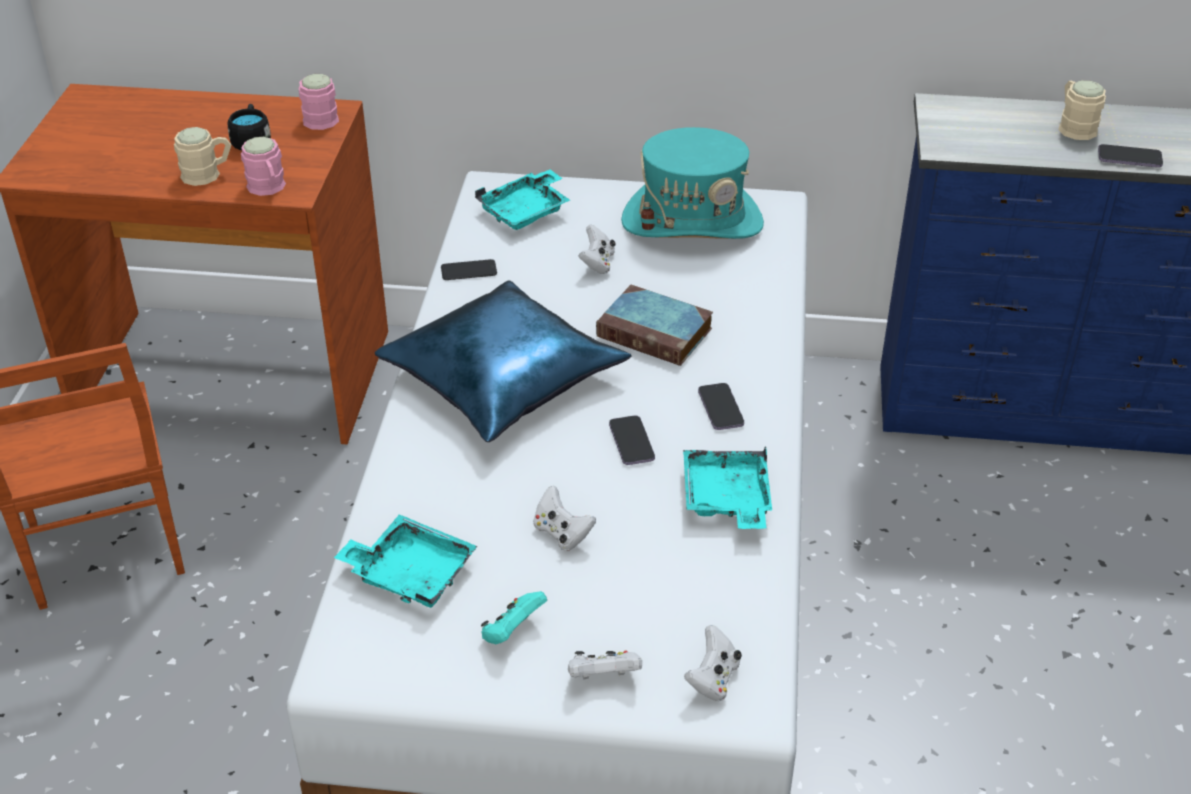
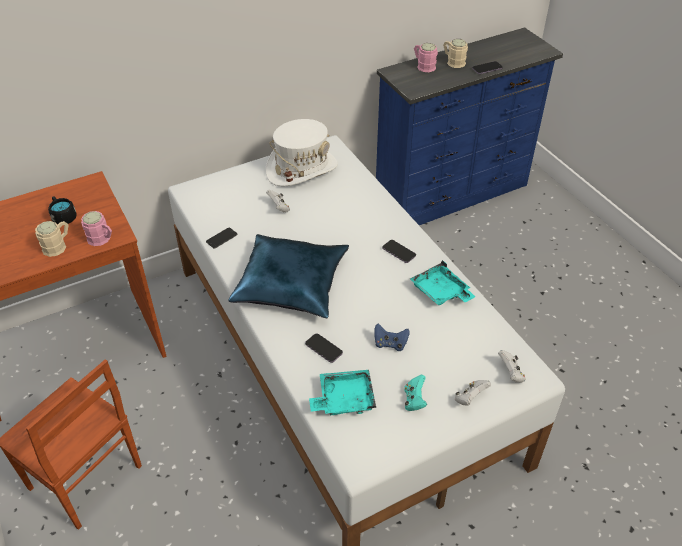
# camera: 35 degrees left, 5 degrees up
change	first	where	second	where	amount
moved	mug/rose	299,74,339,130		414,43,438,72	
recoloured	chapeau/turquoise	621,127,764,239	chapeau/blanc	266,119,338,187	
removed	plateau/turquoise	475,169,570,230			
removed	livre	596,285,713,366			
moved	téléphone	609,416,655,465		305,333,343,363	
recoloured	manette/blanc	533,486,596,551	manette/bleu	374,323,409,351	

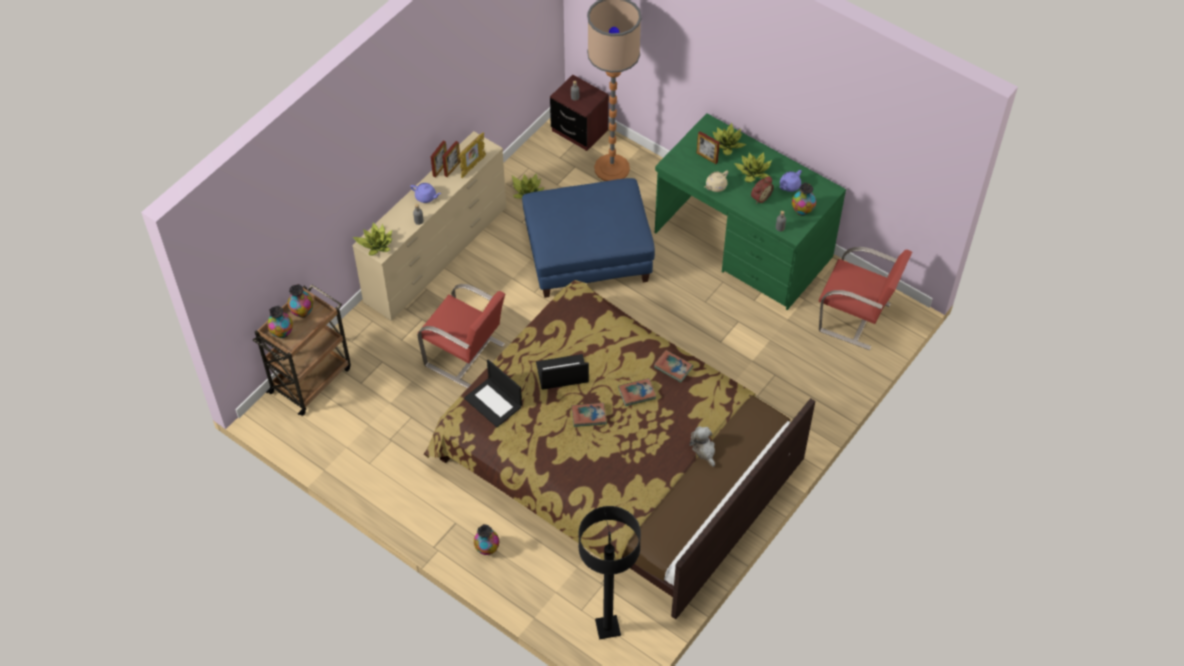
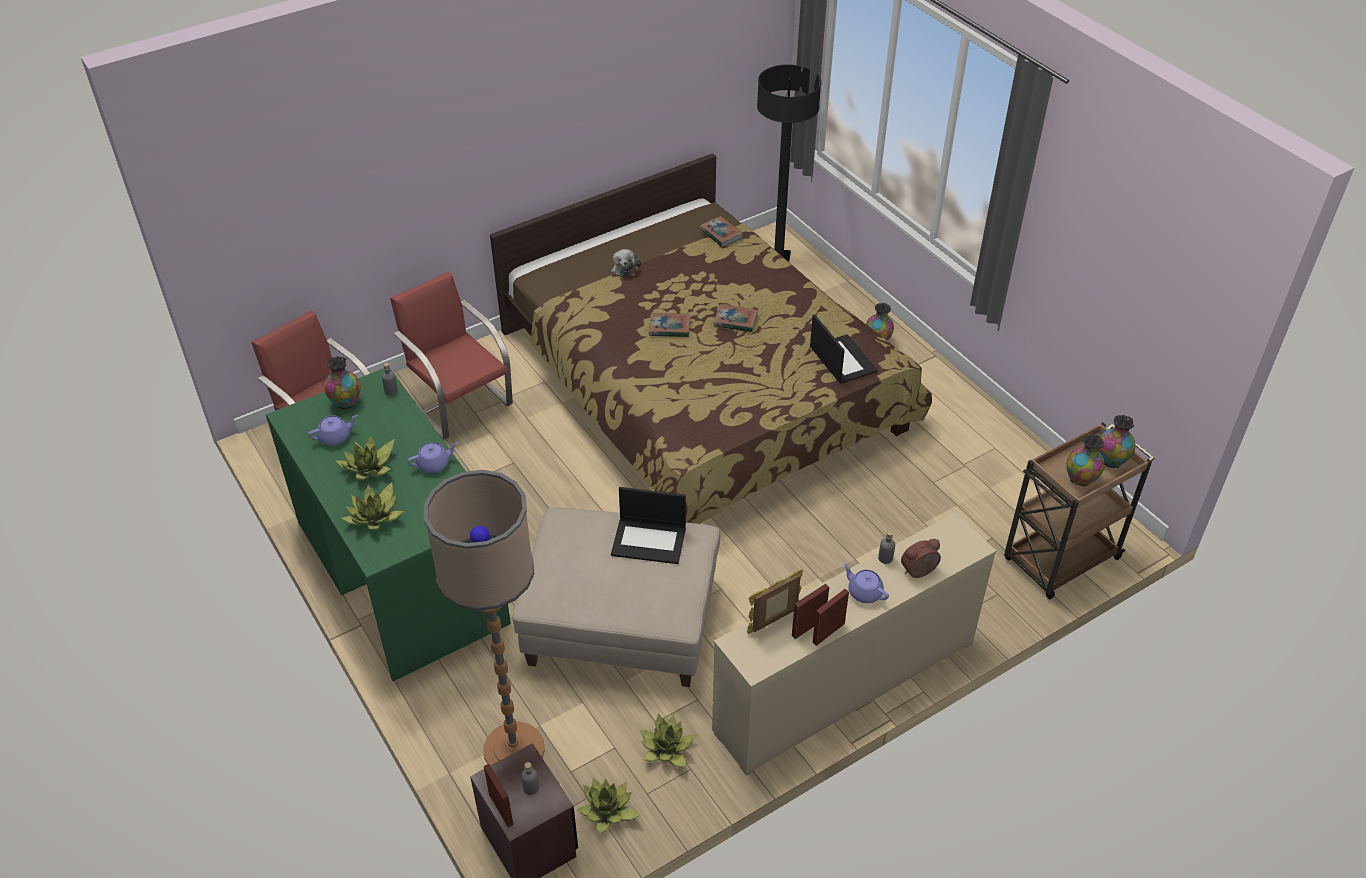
# camera: 160 degrees left, 10 degrees down
change	first	where	second	where	amount
moved	cadre photo	697,131,720,164		484,764,513,827	
recoloured	théière/beige	704,170,728,192	théière/violet	408,442,458,473	
moved	réveil	751,176,774,204		901,539,941,578	
recoloured	pouf/bleu	522,178,655,298	pouf/beige	512,507,720,687	
moved	plante en pot	353,222,392,256		577,778,641,833	
moved	chaise/rouge	417,284,505,388		390,272,513,439	
moved	livre	654,350,693,382		700,216,743,247	
moved	ordinateur portable	536,354,589,390		611,487,686,564	

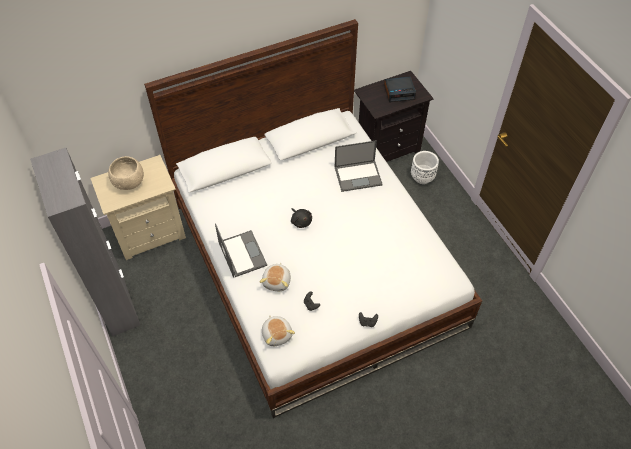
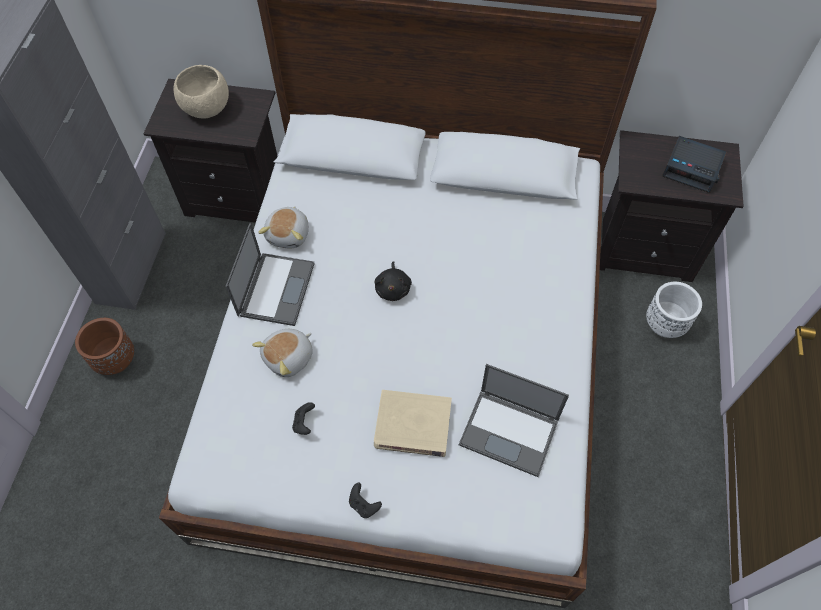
# camera: 35 degrees right, 5 degrees up
change	first	where	second	where	amount
moved	ordinateur portable	335,140,383,192		459,364,569,477	
recoloured	table de chevet/beige	90,155,186,260	table de chevet/noir	143,79,277,223	
moved	peluche	262,315,295,346		258,206,309,248	
added			cache-pot/marron	75,318,134,375	
added			livre/beige	374,390,452,457	

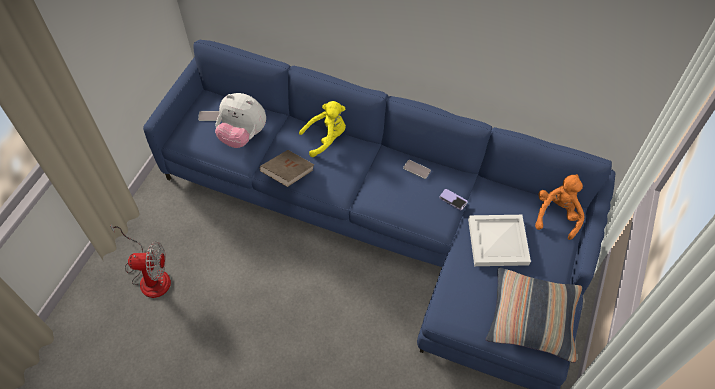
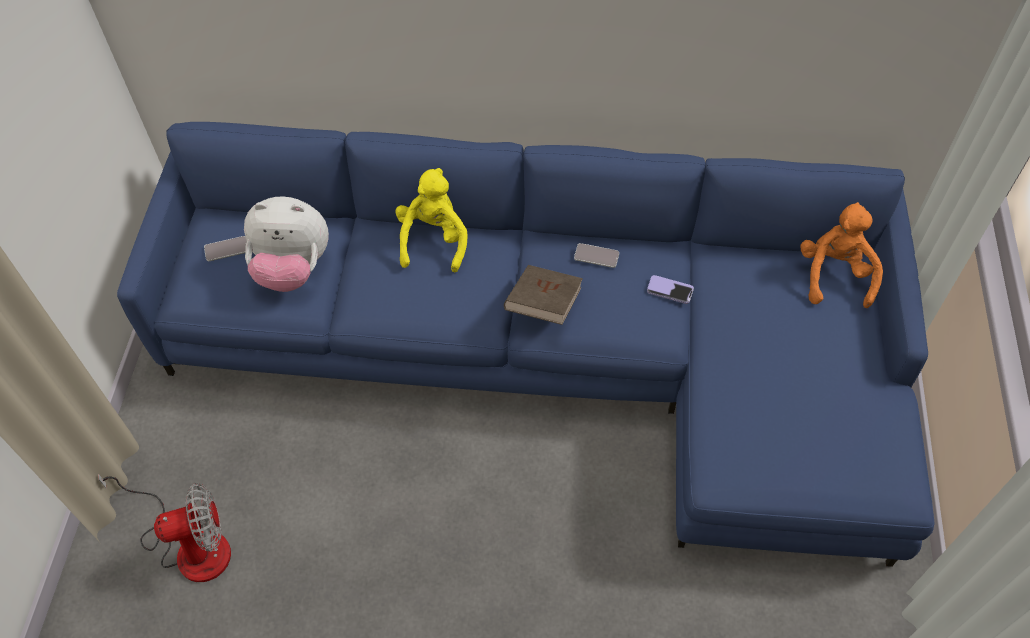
# camera: 15 degrees left, 0 degrees up
change	first	where	second	where	amount
turned	peluche/jaune	299,101,346,157		395,168,468,273	45 degrees counterclockwise
moved	livre/marron	260,150,314,187		504,265,583,325	
removed	plateau/blanc	468,215,531,266			
removed	coussin	486,267,582,363			

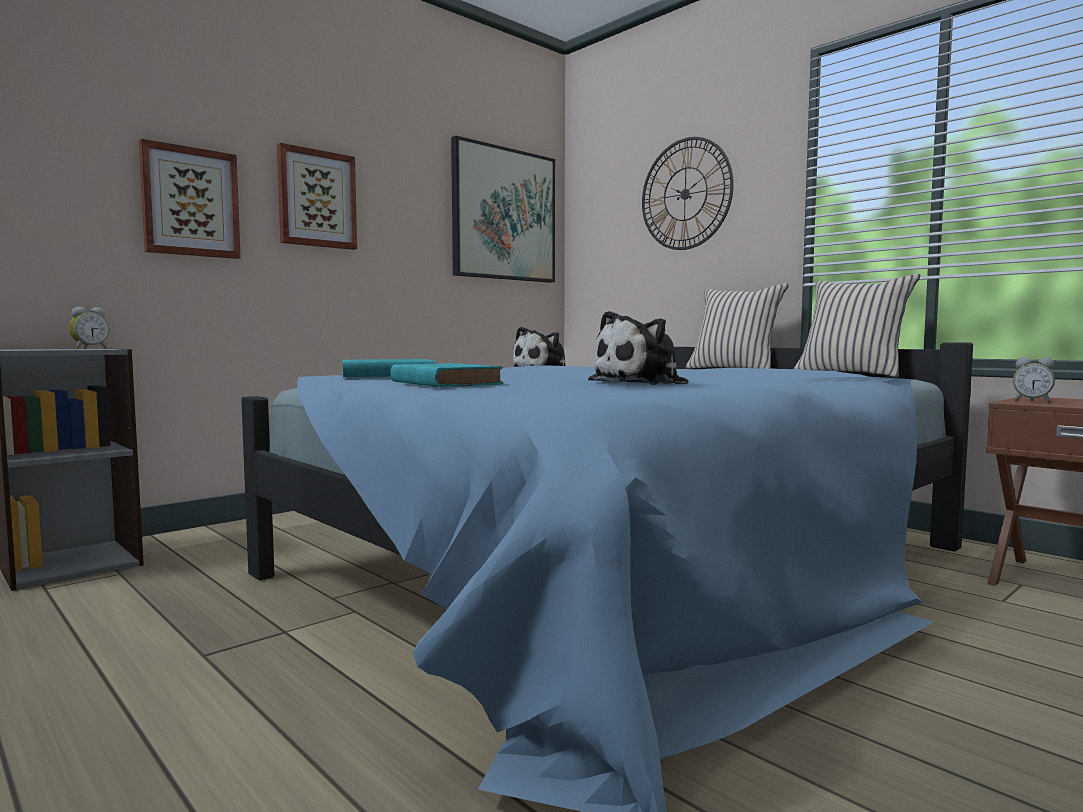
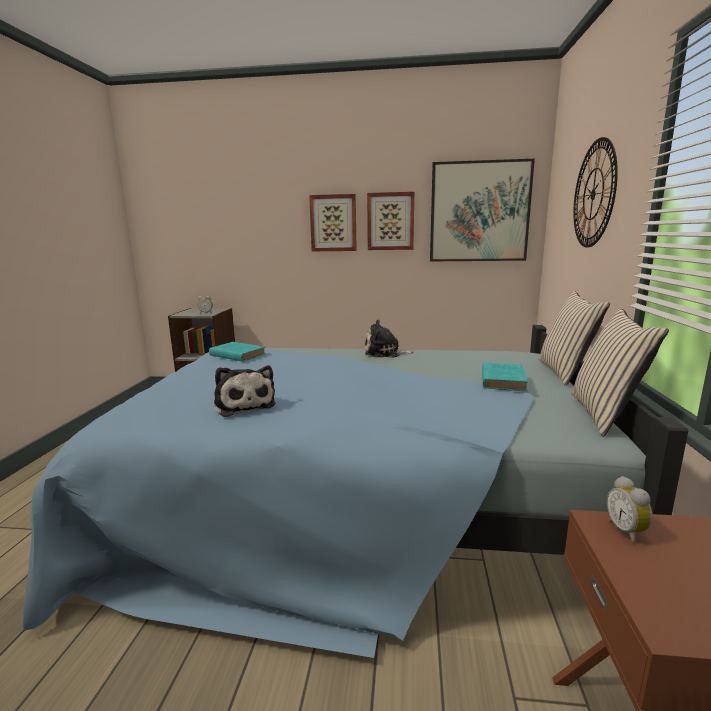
# camera: 50 degrees right, 10 degrees up
change	first	where	second	where	amount
moved	tableau	139,139,241,259		367,192,414,250	
turned	peluche	588,311,689,385		214,365,276,417	135 degrees counterclockwise
moved	livre/turquoise	391,363,503,387		482,362,528,391	

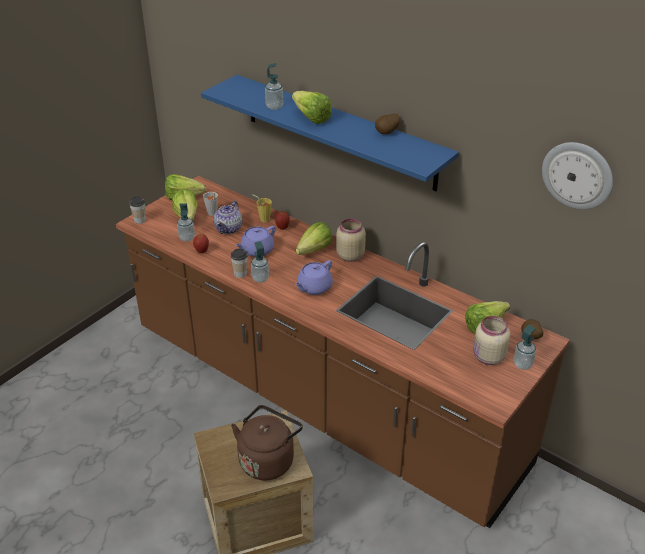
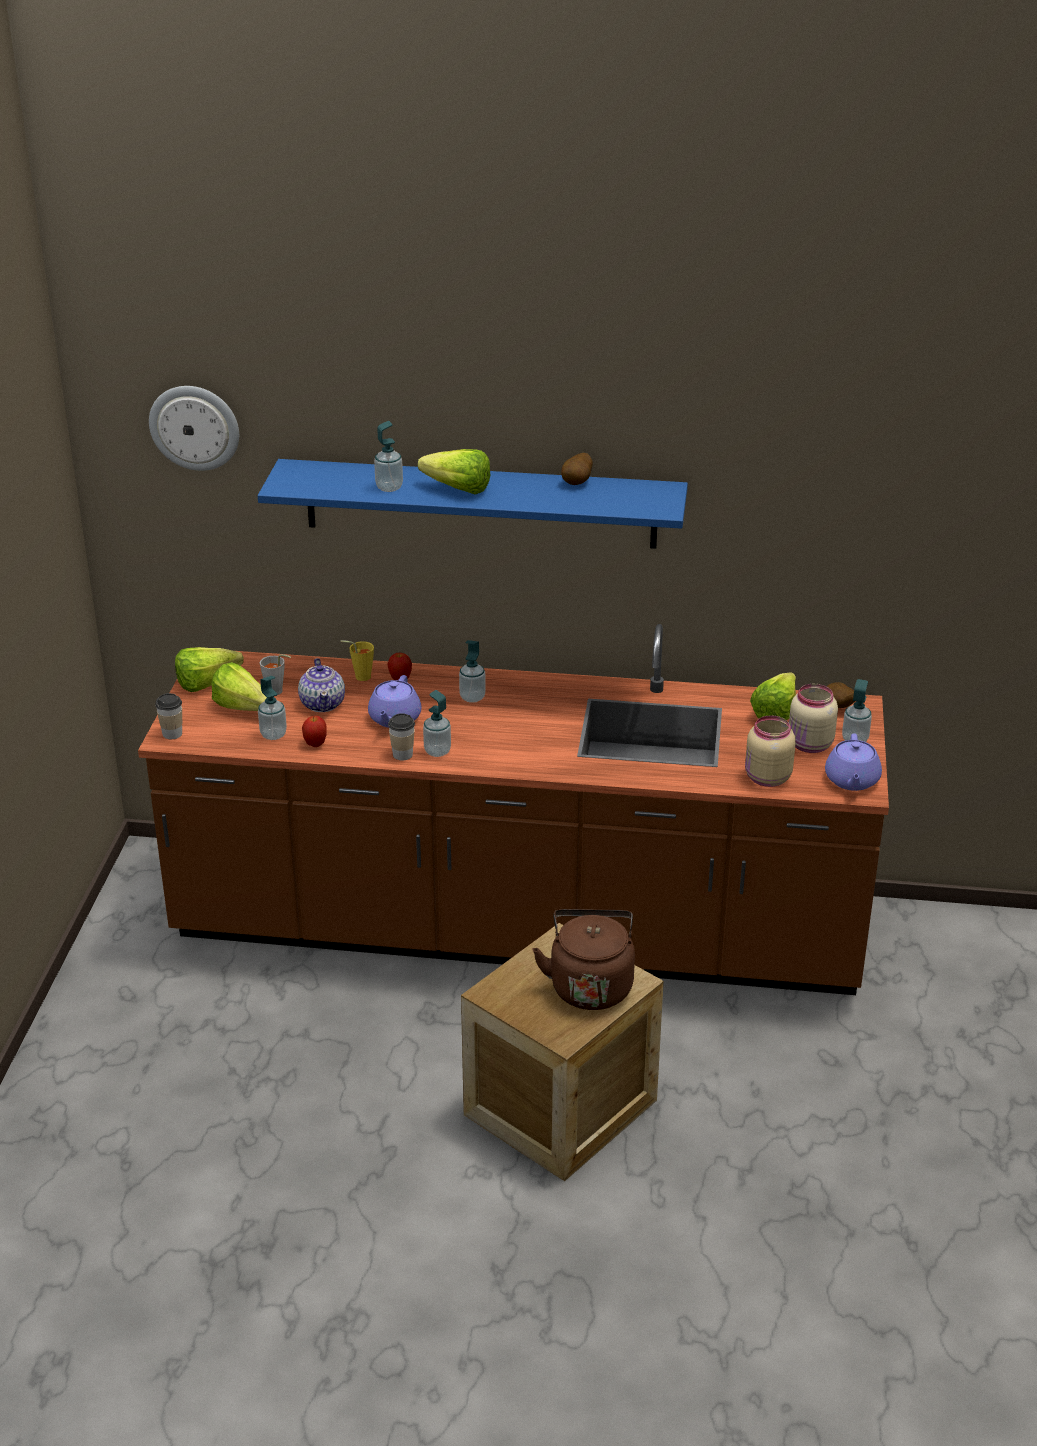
# camera: 30 degrees left, 5 degrees down
change	first	where	second	where	amount
moved	horloge murale	542,142,613,210		149,386,239,471	
moved	bocal/beige	336,219,366,262		745,715,796,787	
replaced	laitue	296,222,332,255	distributeur de savon	459,640,486,703	
moved	théière/violet	295,260,333,295		825,733,882,791	

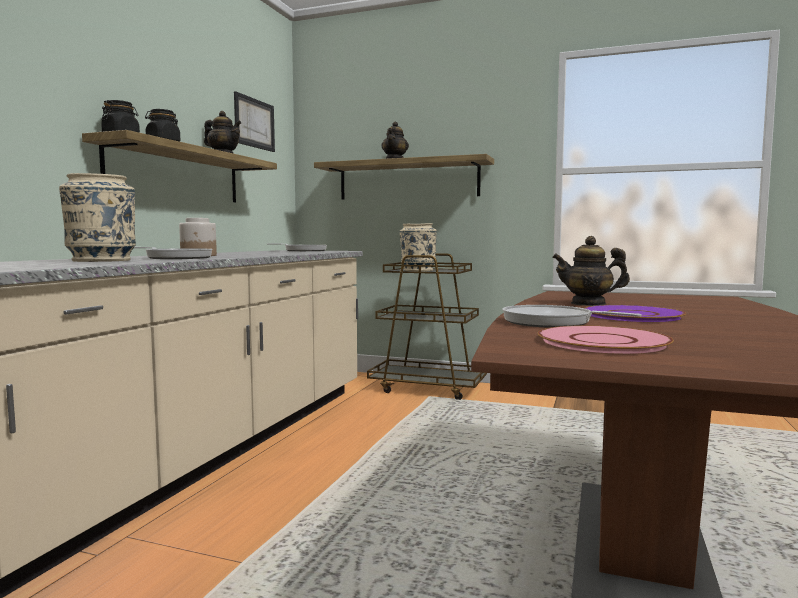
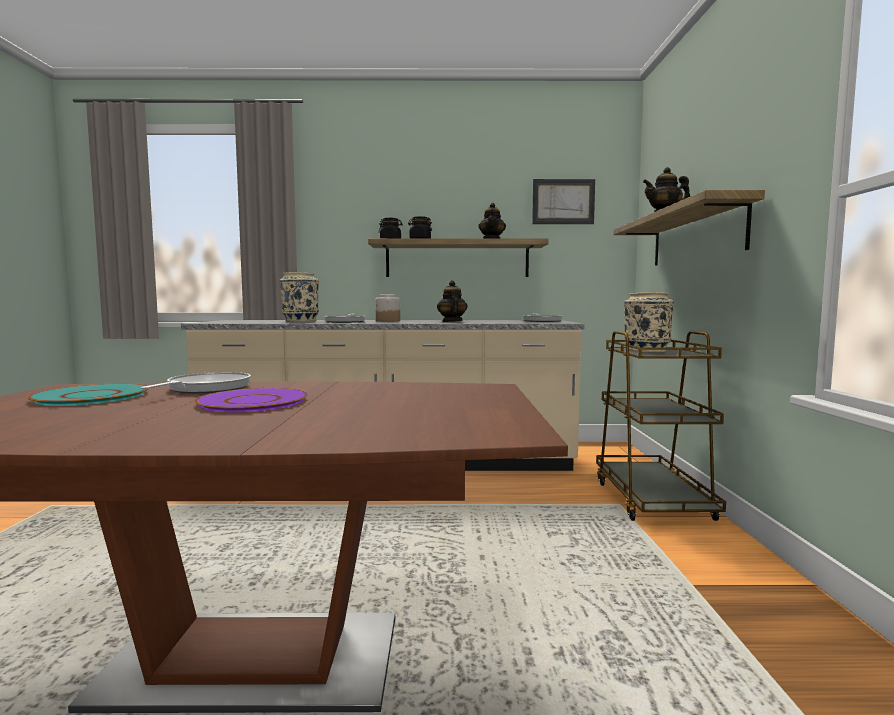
# camera: 70 degrees right, 0 degrees up
change	first	where	second	where	amount
moved	théière	552,236,630,306		437,280,468,322	
recoloured	assiette/rose	537,326,674,354	assiette/turquoise	27,384,148,406	

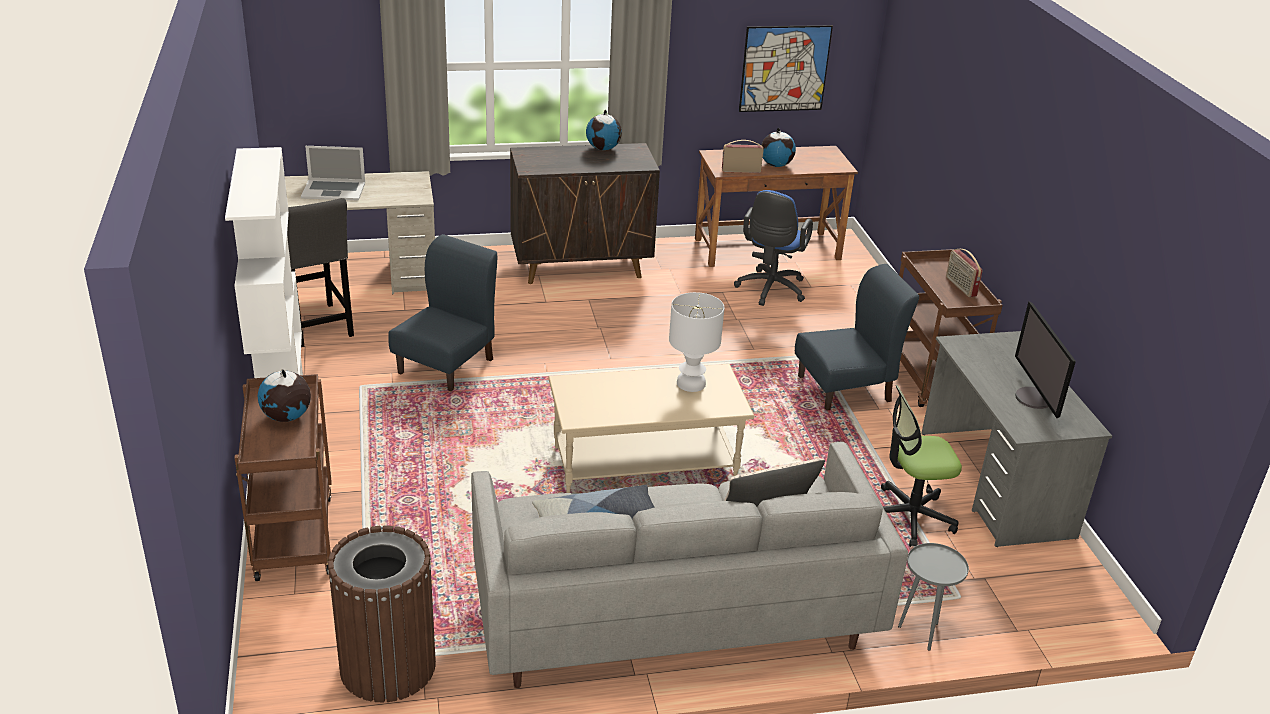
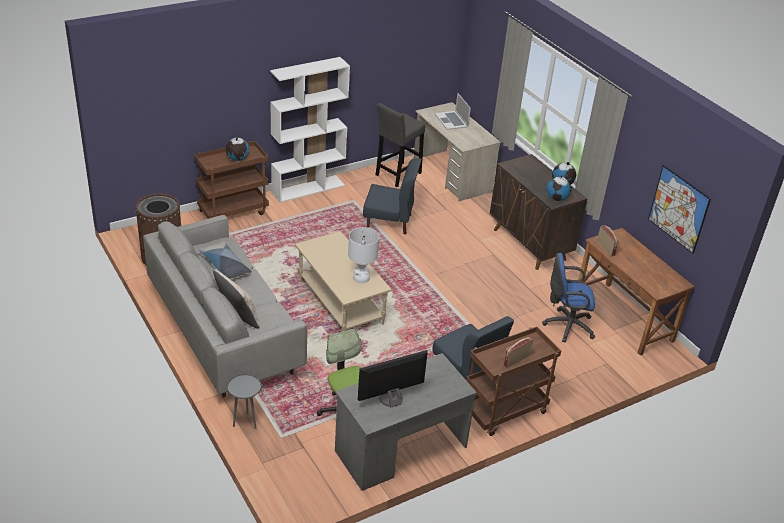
# camera: 70 degrees right, 5 degrees up
change	first	where	second	where	amount
moved	globe	761,128,796,167		547,175,571,201	

